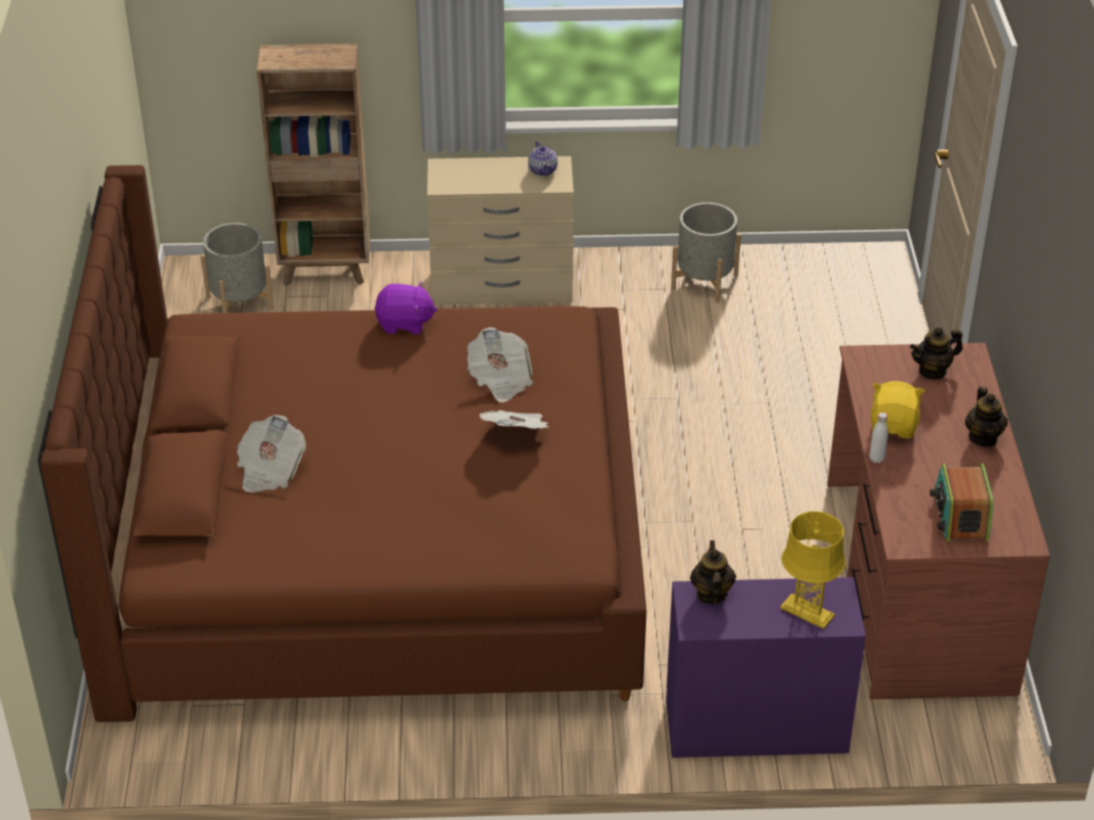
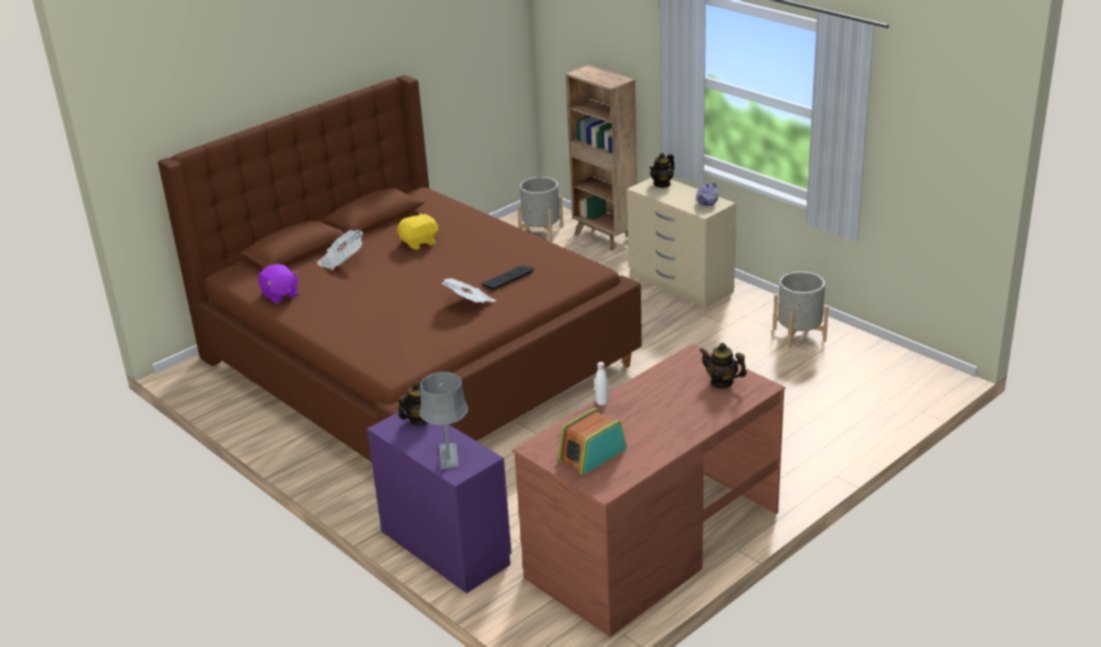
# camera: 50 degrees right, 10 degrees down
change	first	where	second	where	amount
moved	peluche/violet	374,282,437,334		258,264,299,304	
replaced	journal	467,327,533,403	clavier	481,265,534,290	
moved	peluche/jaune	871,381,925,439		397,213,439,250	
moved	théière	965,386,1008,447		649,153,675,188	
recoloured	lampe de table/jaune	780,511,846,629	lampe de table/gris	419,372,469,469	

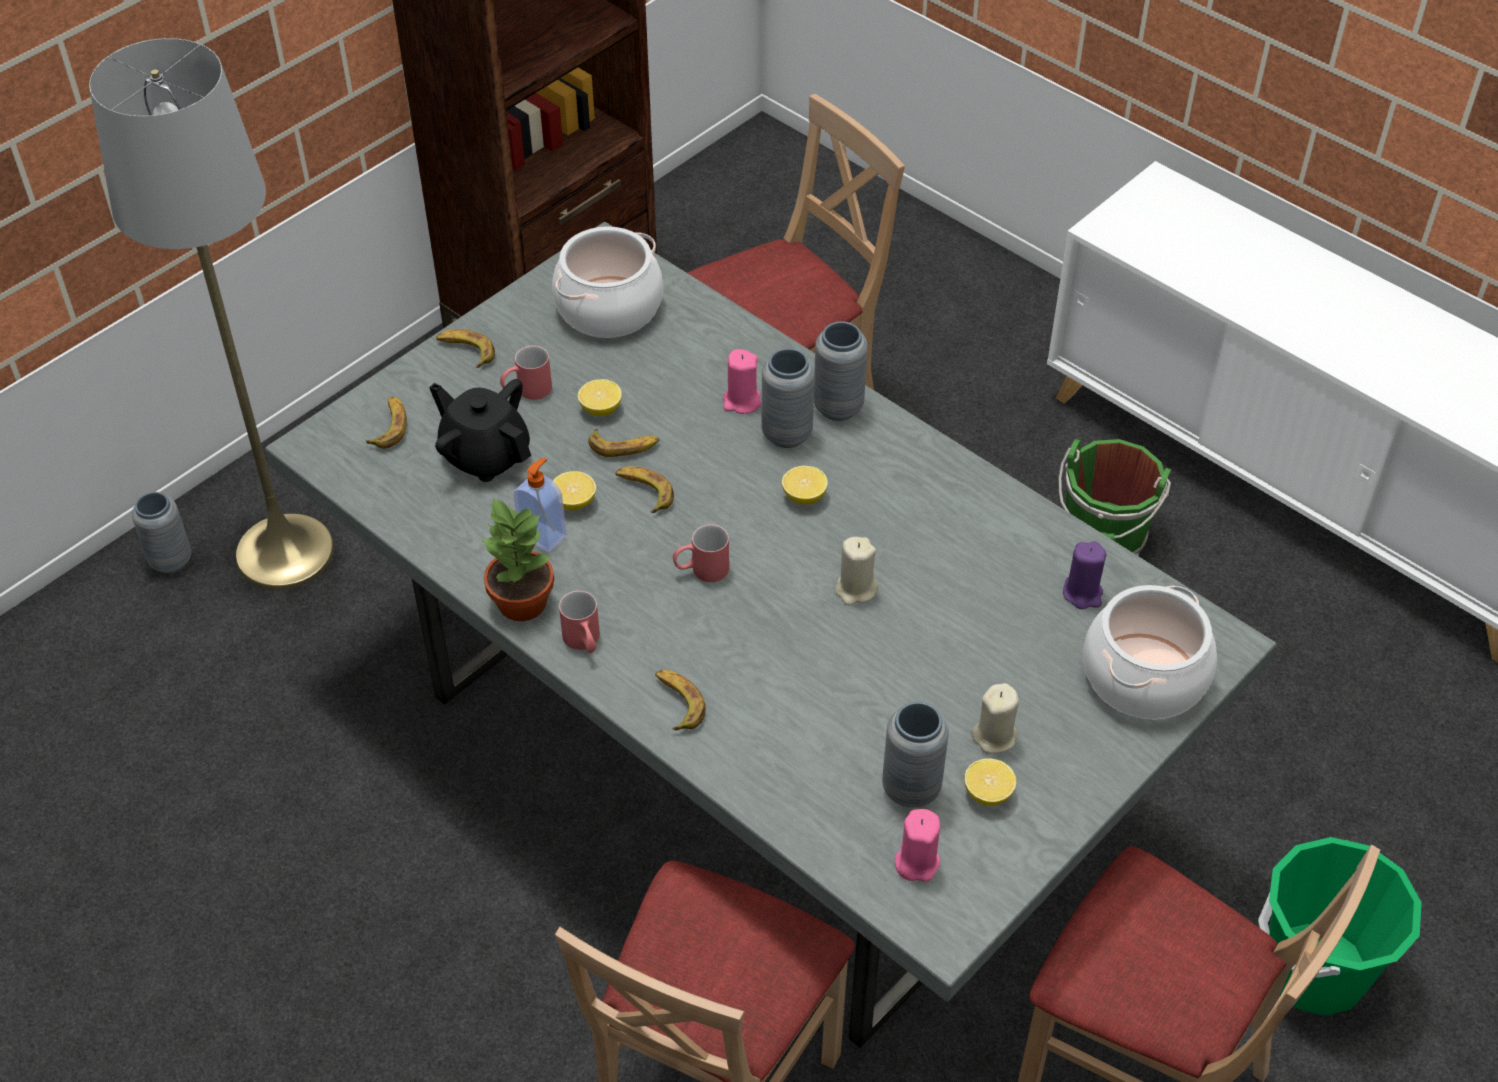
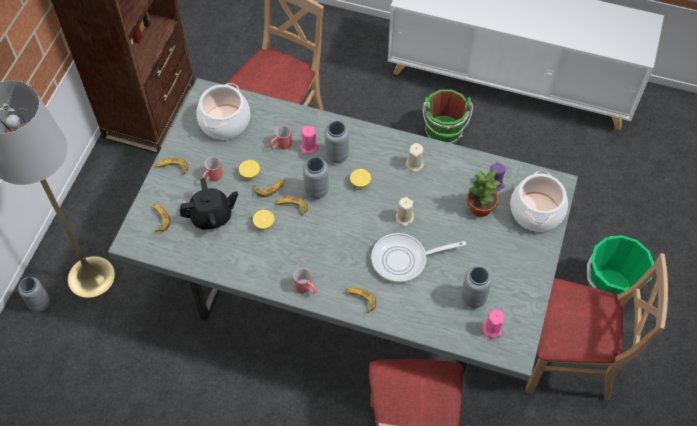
# camera: 25 degrees left, 10 degrees up
change	first	where	second	where	amount
moved	vase/gris	814,321,868,421		303,157,329,199	
turned	théière/noir	429,379,531,482		180,178,238,230	150 degrees clockwise
removed	distributeur de savon	513,458,566,552			
moved	plante en pot	480,497,554,621		467,170,501,217	
moved	mug/rouge	673,524,729,582		269,125,292,150	
moved	bougie/beige	971,683,1019,753		405,143,424,172	
removed	citron	964,758,1016,806			
added			poêle	371,233,466,283	

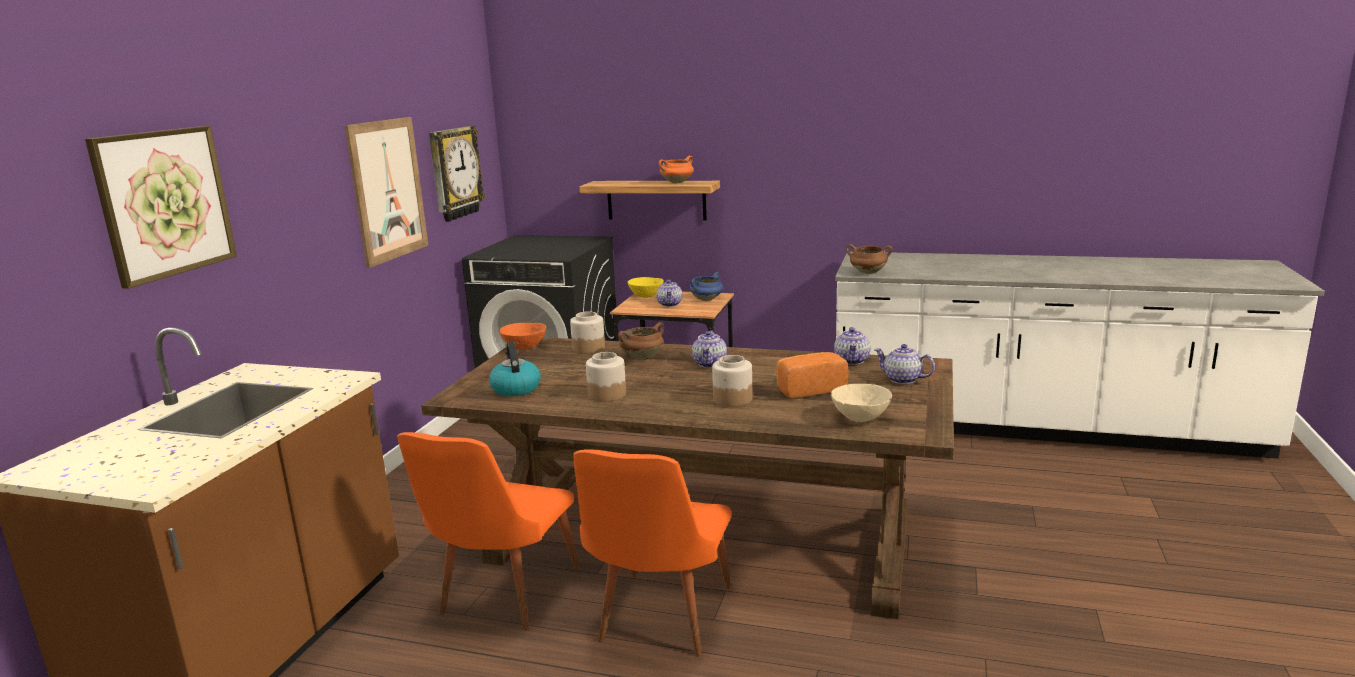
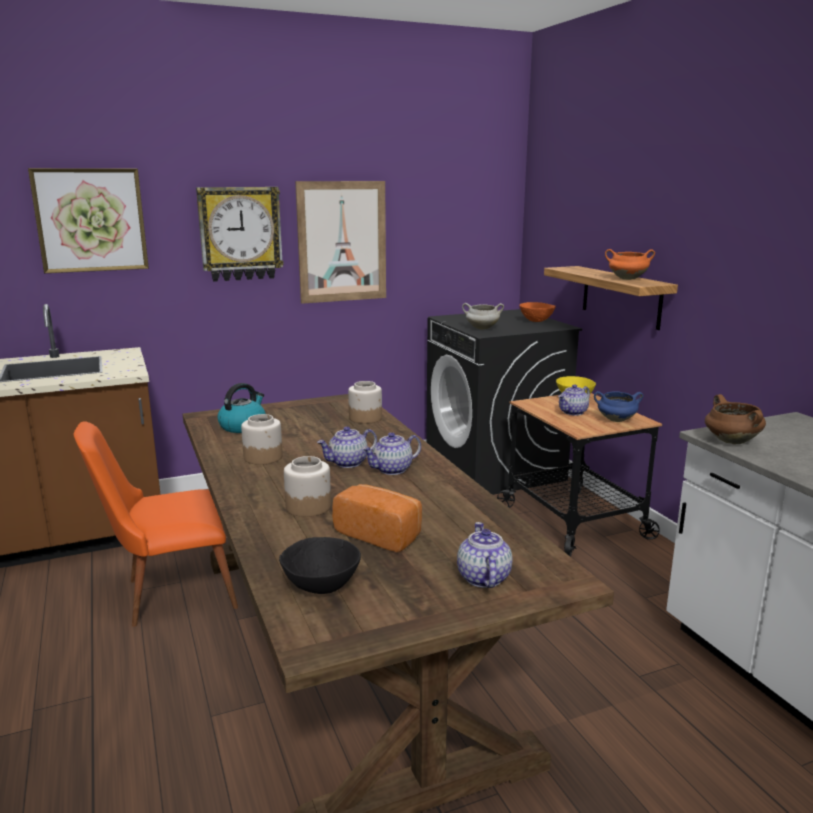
# camera: 50 degrees right, 0 degrees up
change	first	where	second	where	amount
moved	horloge murale	429,126,485,222		196,187,284,282	
removed	marmite/marron	618,322,664,360			
moved	bol/orange	499,323,546,350		519,302,556,322	
moved	théière	834,327,870,365		317,426,377,468	
recoloured	bol/beige	831,384,892,422	bol/noir	279,537,361,594	
removed	chaise/orange	573,449,732,656			
added			marmite/blanc	462,303,504,330	

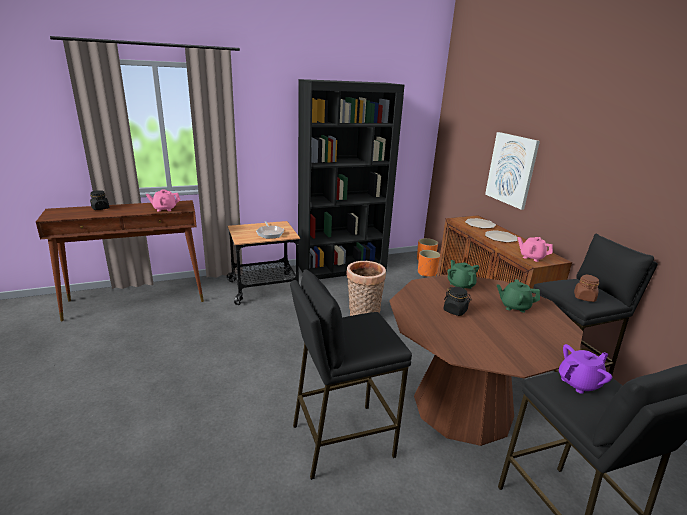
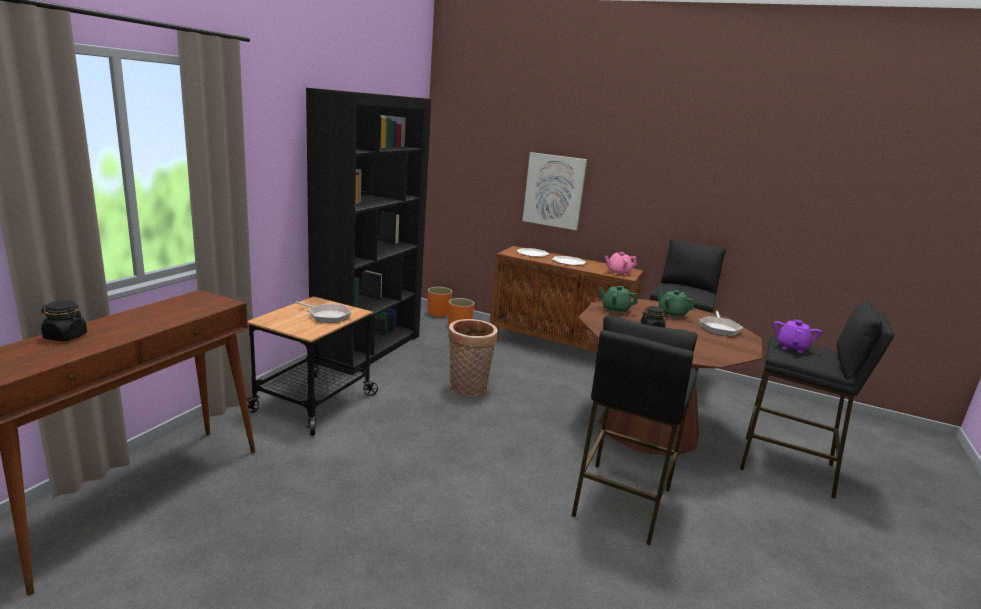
# camera: 45 degrees left, 5 degrees down
change	first	where	second	where	amount
removed	théière/rose	146,190,181,211			
removed	bocal/marron	574,274,599,302			
turned	théière/vert	497,279,540,313		657,290,694,319	75 degrees clockwise
added			poêle	700,311,743,336	

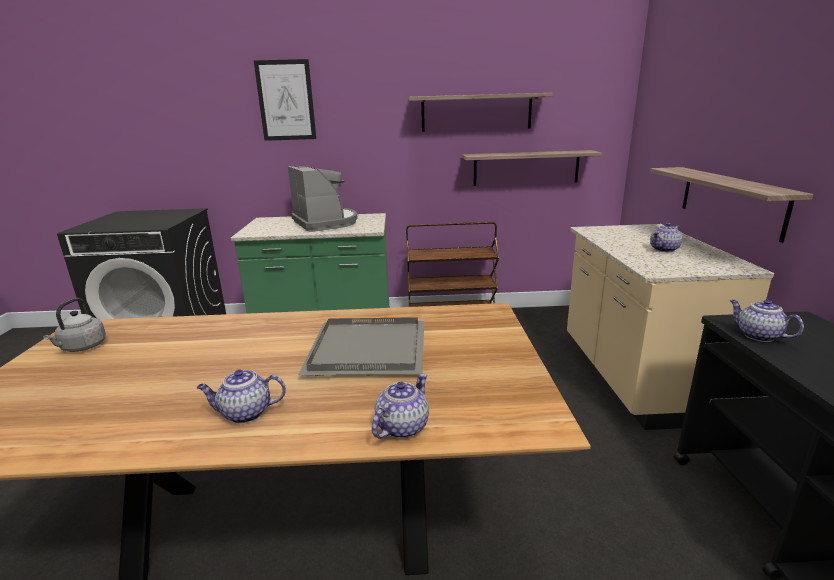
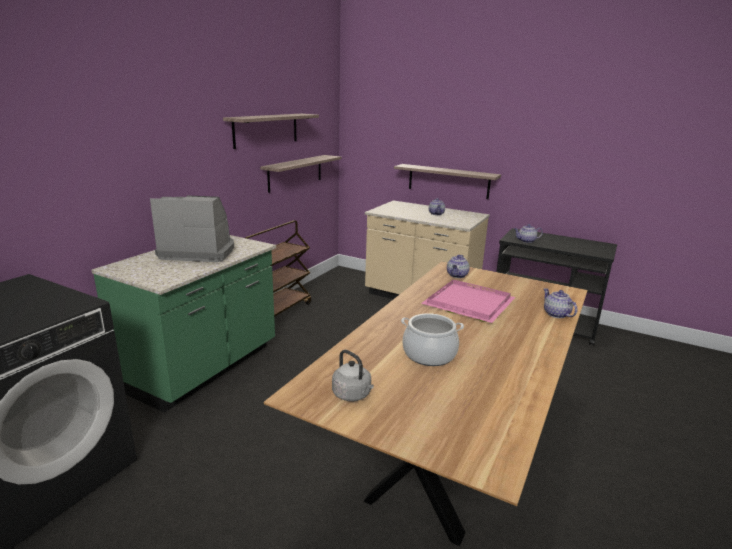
# camera: 60 degrees left, 0 degrees up
change	first	where	second	where	amount
removed	tableau	254,59,316,141			
recoloured	plateau/gris	298,317,424,376	plateau/rose	421,279,515,323	
moved	théière	197,370,286,424		447,255,470,278	
added			marmite	401,313,464,366	

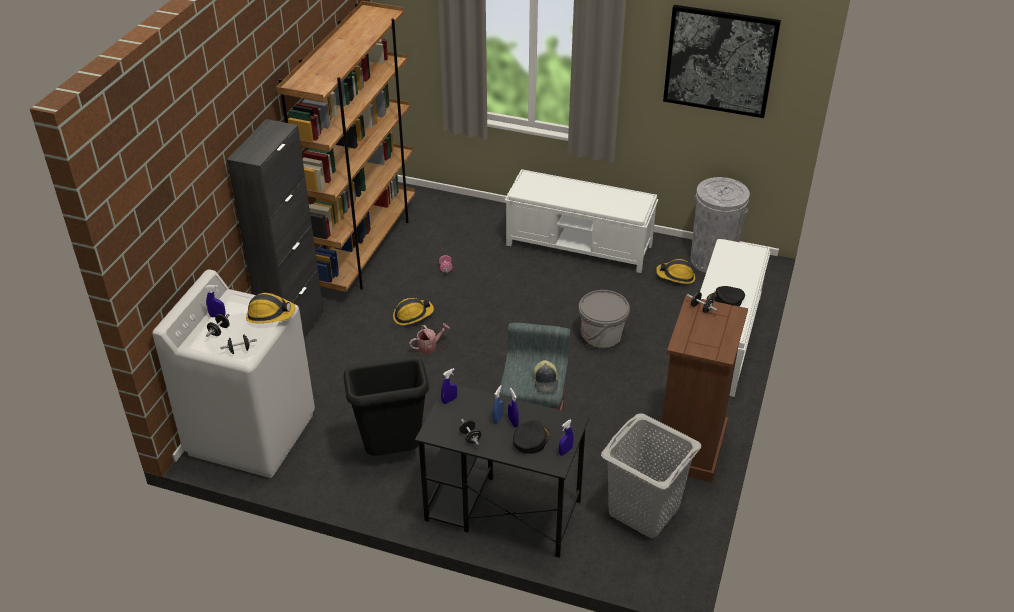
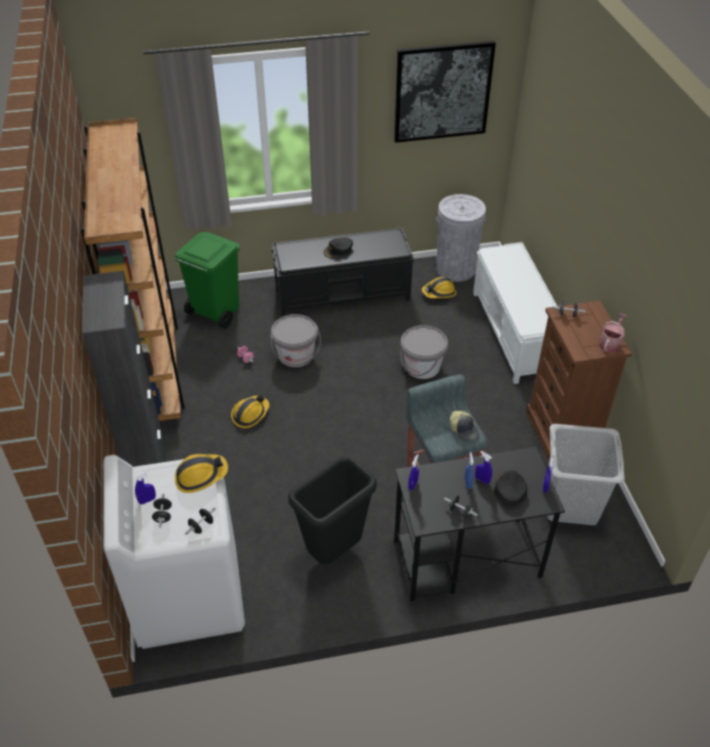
# camera: 30 degrees left, 5 degrees up
change	first	where	second	where	amount
recoloured	banc/blanc	505,169,658,273	banc/noir	271,228,414,317	
moved	casquette/noir	706,286,745,306		323,237,353,259	
moved	arrosoir	409,323,450,354		599,313,628,353	
added			poubelle/vert	175,232,240,329	
added			seau/gris	271,314,321,367	

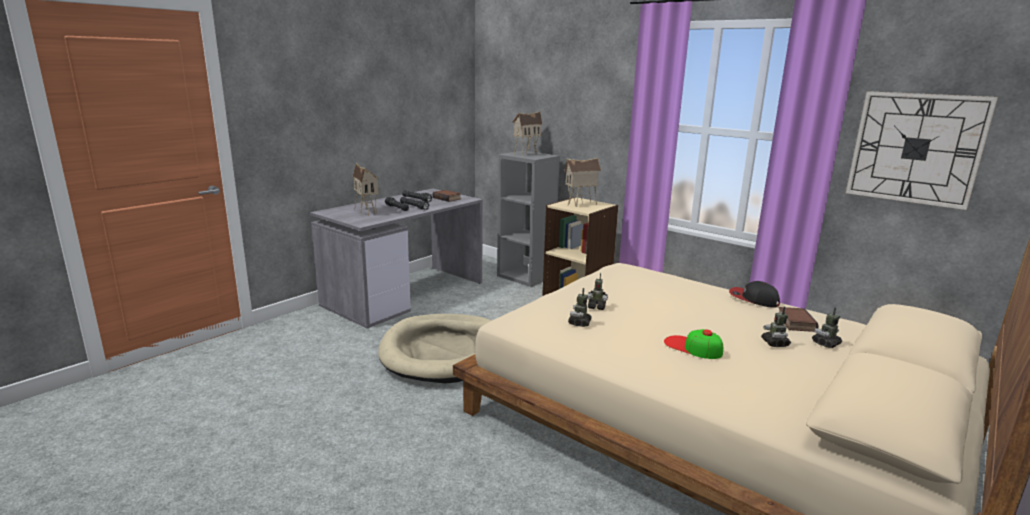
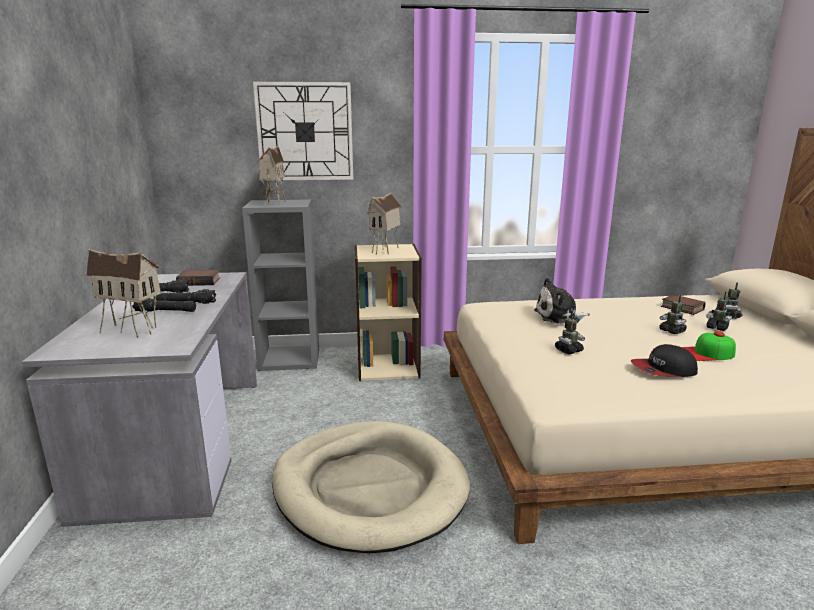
# camera: 45 degrees left, 0 degrees up
change	first	where	second	where	amount
moved	horloge murale	846,91,998,210		253,82,353,181	
moved	casquette	729,281,780,308		631,344,698,377	
moved	robot jouet	568,288,592,327		659,295,687,334	
added			peluche	534,278,590,324	

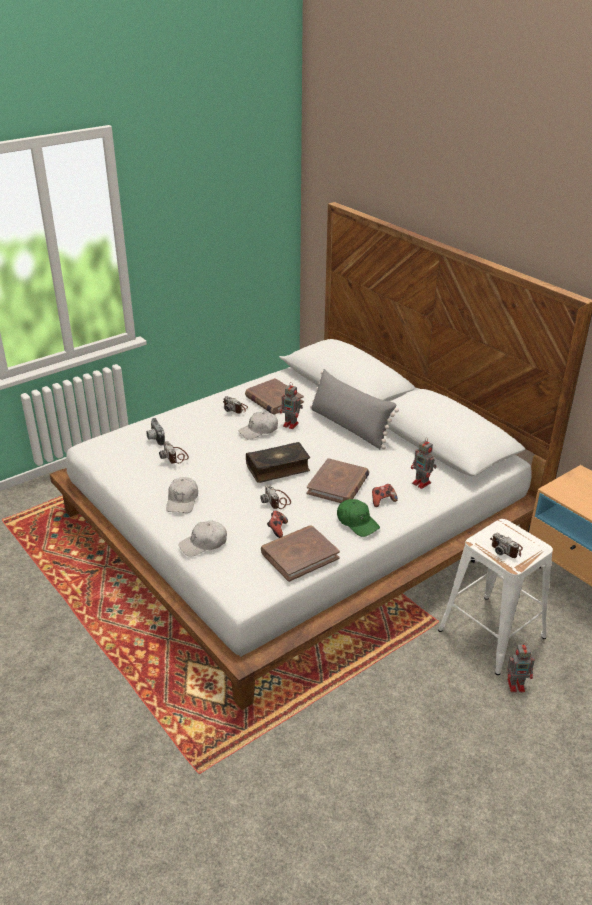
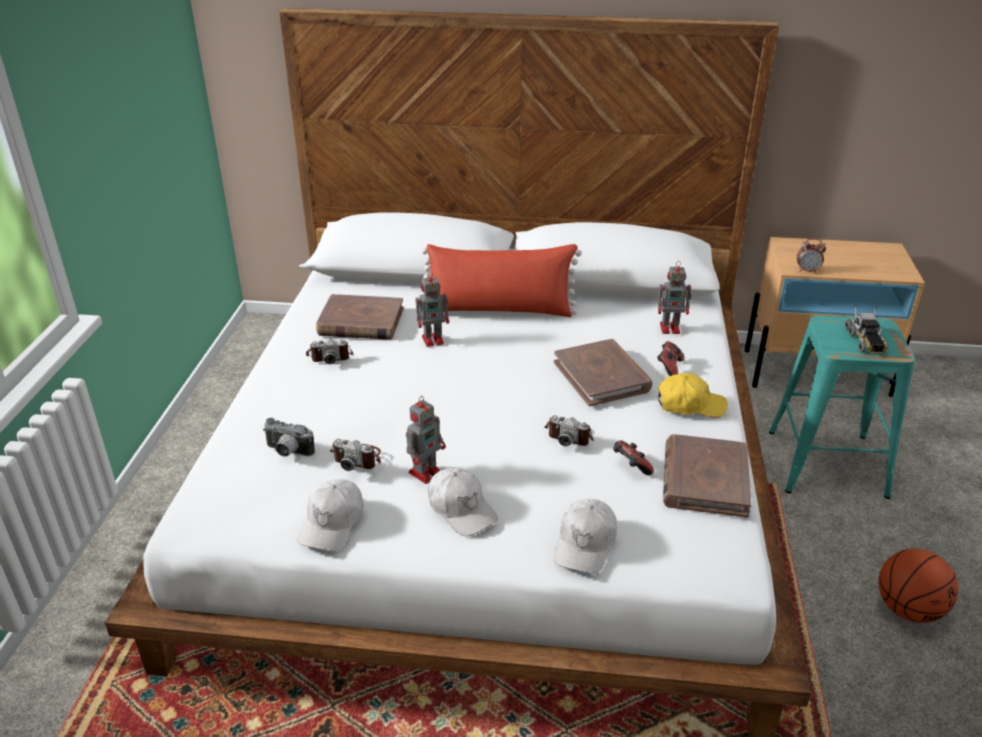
# camera: 45 degrees left, 0 degrees up
change	first	where	second	where	amount
recoloured	coussin/gris	310,369,399,449	coussin/rouge	422,244,582,317	
moved	casquette/blanc	238,412,278,440		298,479,363,551	
removed	livre	246,442,310,483			
recoloured	casquette/vert	337,499,380,537	casquette/jaune	658,373,728,418	
recoloured	tabouret/blanc	438,519,553,675	tabouret/turquoise	769,316,915,499	
replaced	appareil photo	490,533,523,558	camion jouet	845,307,889,353	
moved	robot jouet	507,643,535,692		406,396,446,484	
added			réveil	797,239,826,273	
added			ballon de basket	878,549,958,623	

